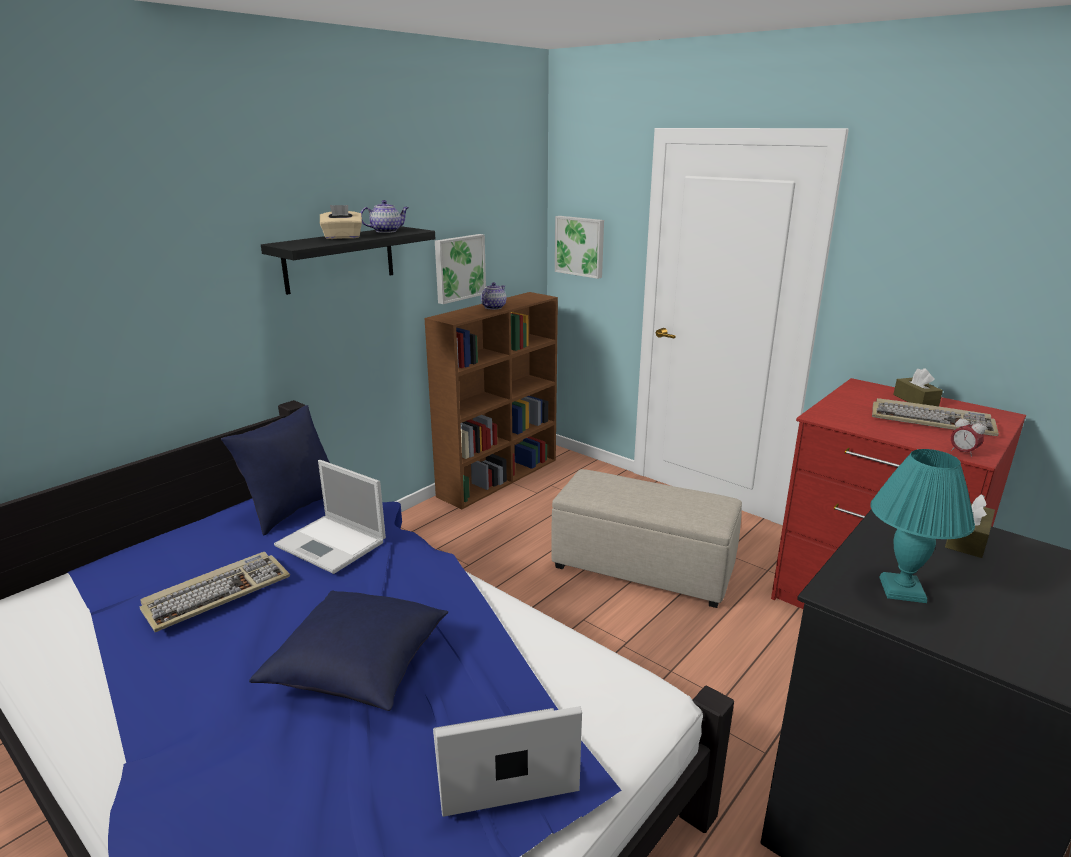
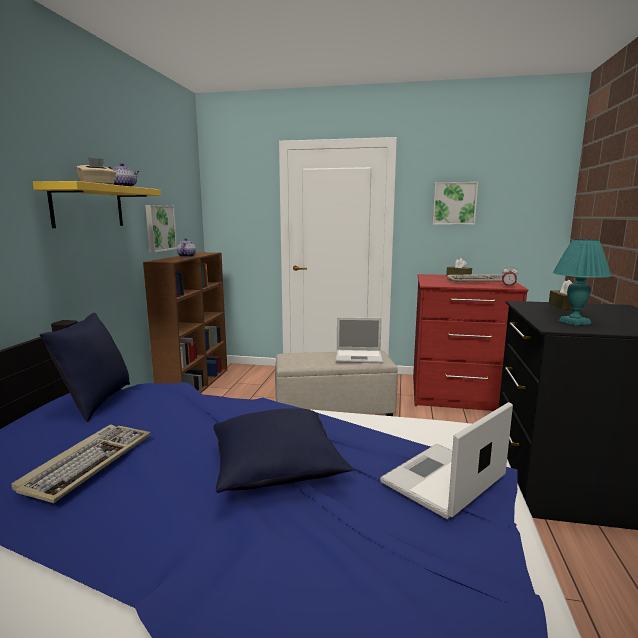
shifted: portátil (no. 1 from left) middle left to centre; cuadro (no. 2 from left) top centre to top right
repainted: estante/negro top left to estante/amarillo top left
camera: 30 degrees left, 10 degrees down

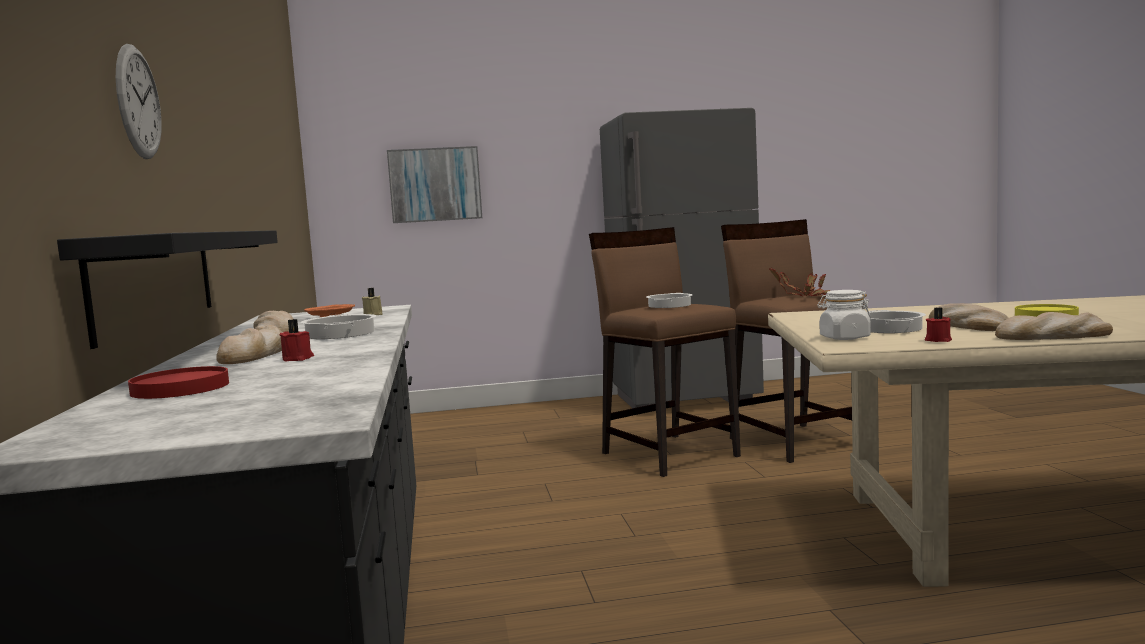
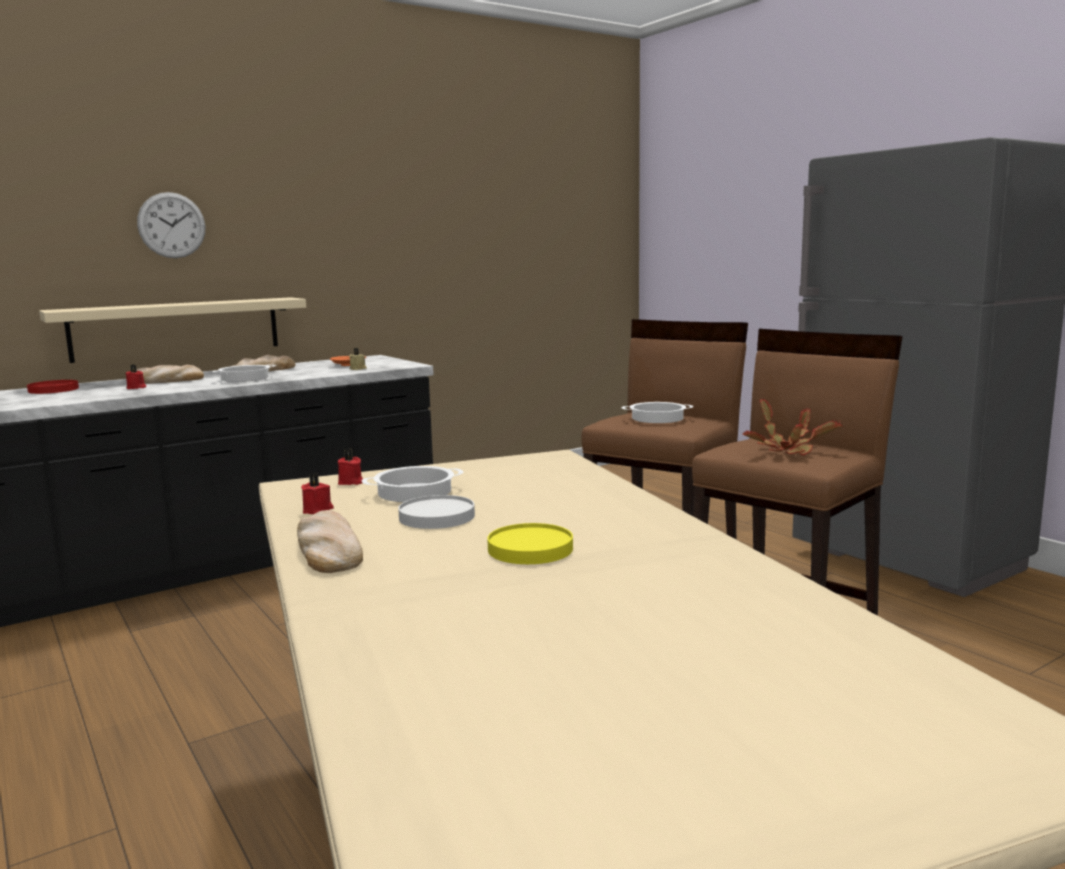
gone: cuadro top centre
swapped: tarro/blanco middle right to vela/rojo (no. 3 from left) middle left; pan (no. 3 from left) middle right to plato/blanco centre
repainted: estante/negro middle left to estante/beis middle left
camera: 65 degrees right, 5 degrees up

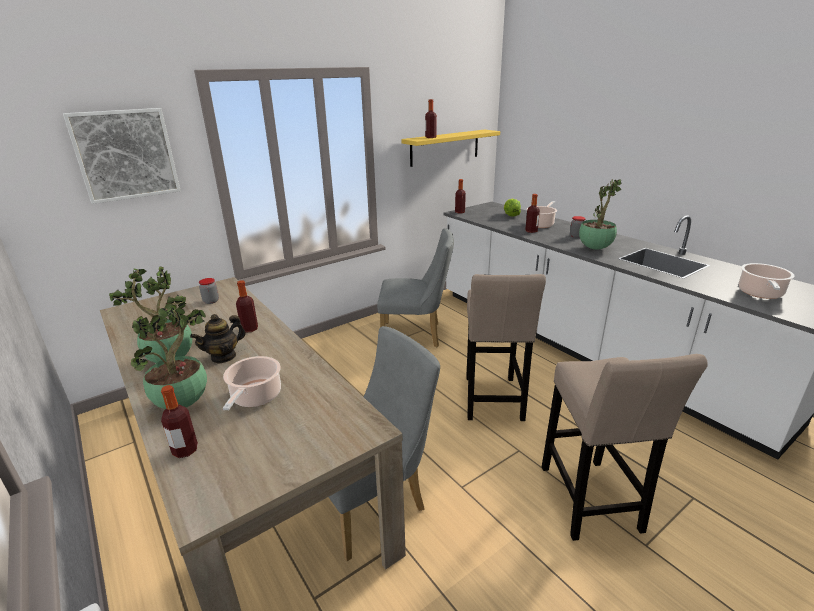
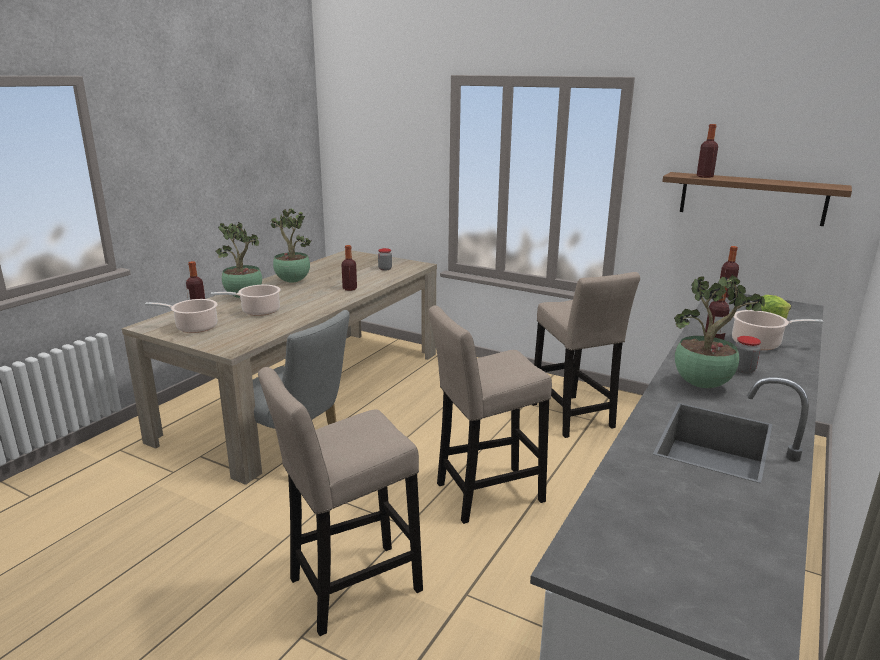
gone: cuadro top left; tetera middle left
shifted: olla (no. 3 from left in the first image) middle right to olla (no. 1 from left) middle left
swapped: silla/gris (no. 2 from left) centre to taburete/beis (no. 3 from left) centre
repainted: estante/amarillo top centre to estante/marrón top right
camera: 65 degrees right, 5 degrees down

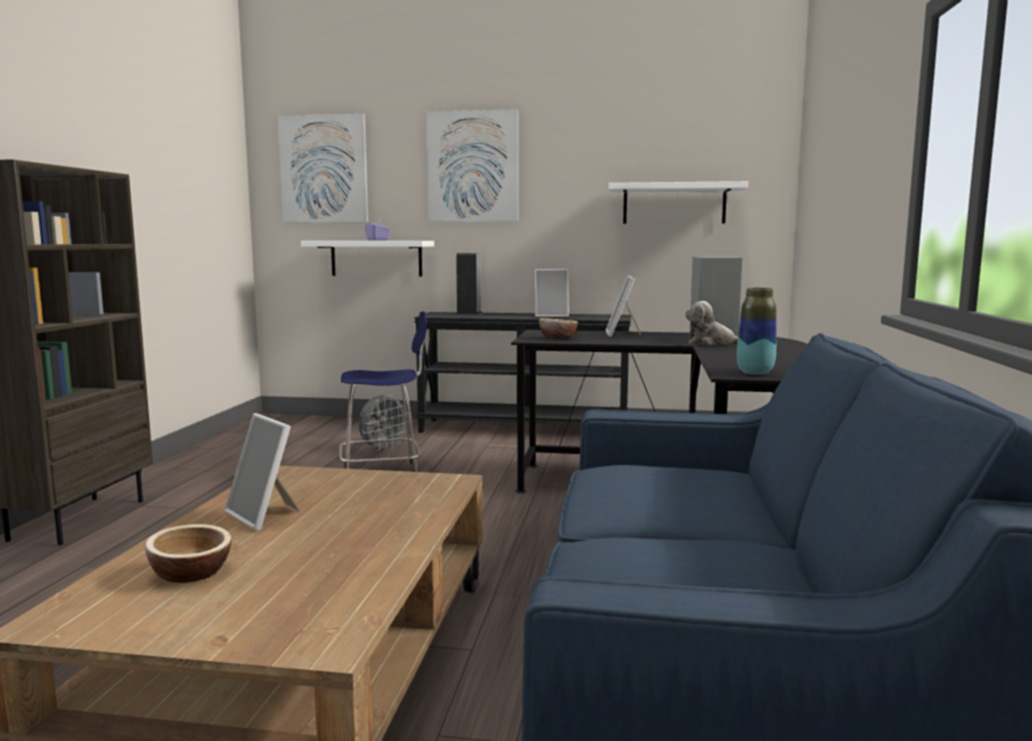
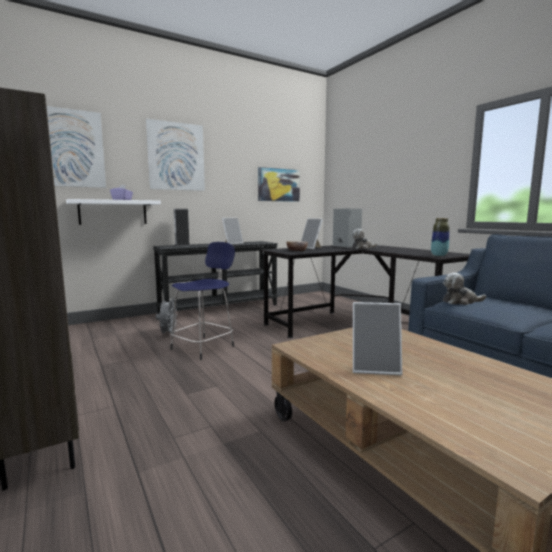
gone: cuenco (no. 1 from left) bottom left
new: peluche (no. 2 from left) middle right
swapped: estante/blanco (no. 2 from left) top centre to cuadro (no. 3 from left) centre
camera: 40 degrees left, 0 degrees up

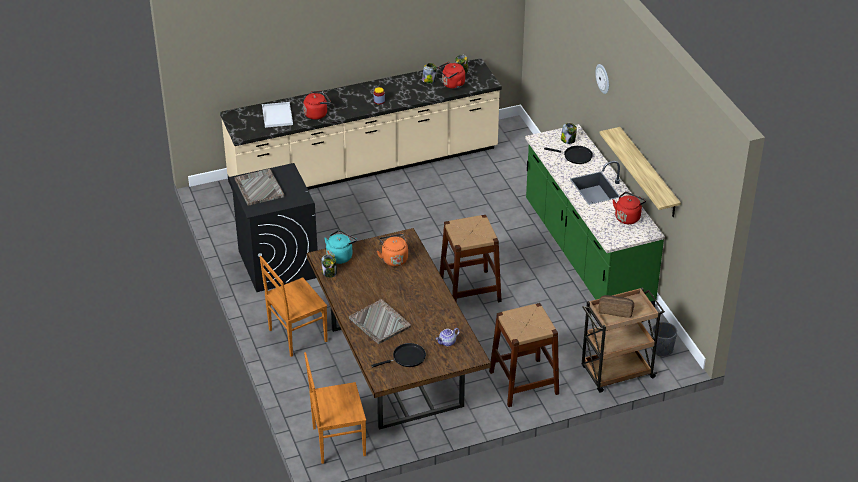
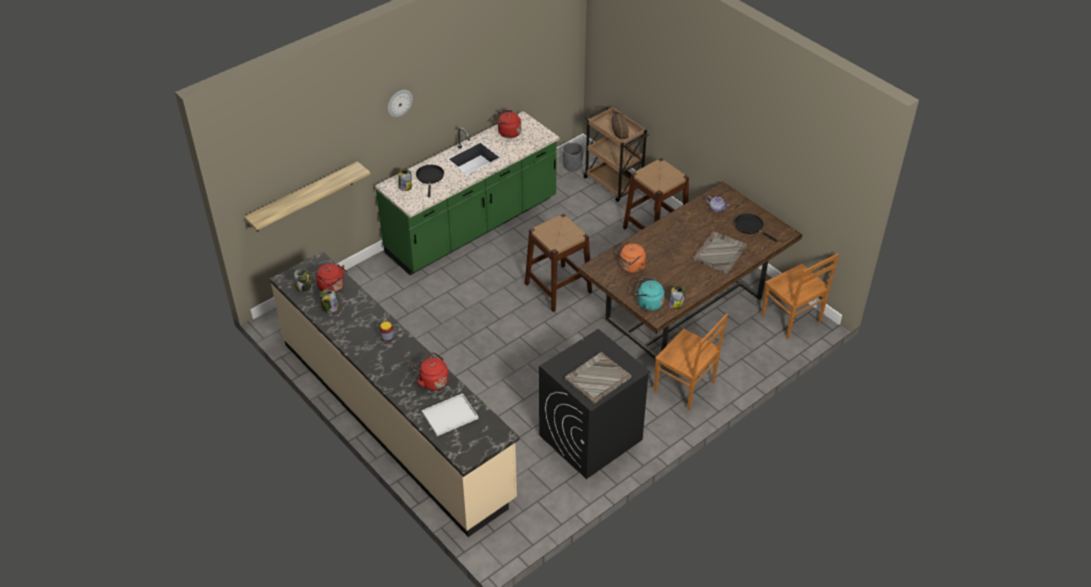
shifted: estante middle right to middle left
camera: 110 degrees left, 5 degrees up

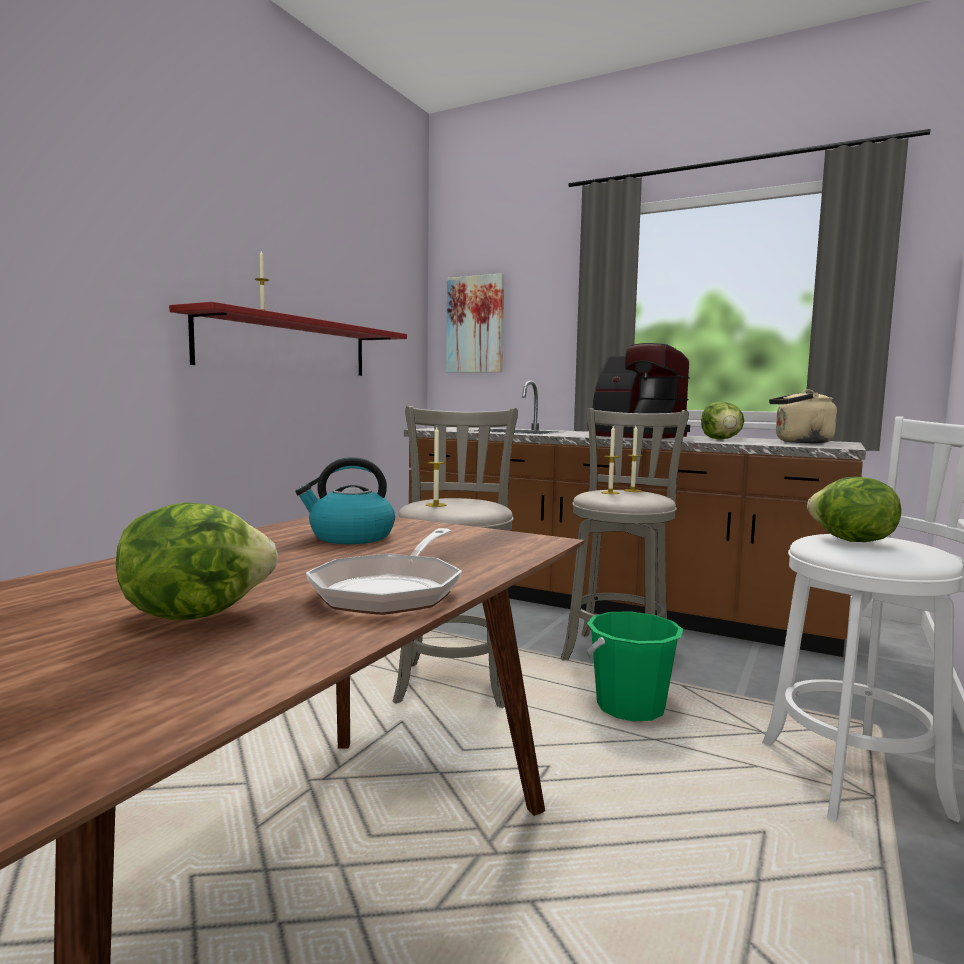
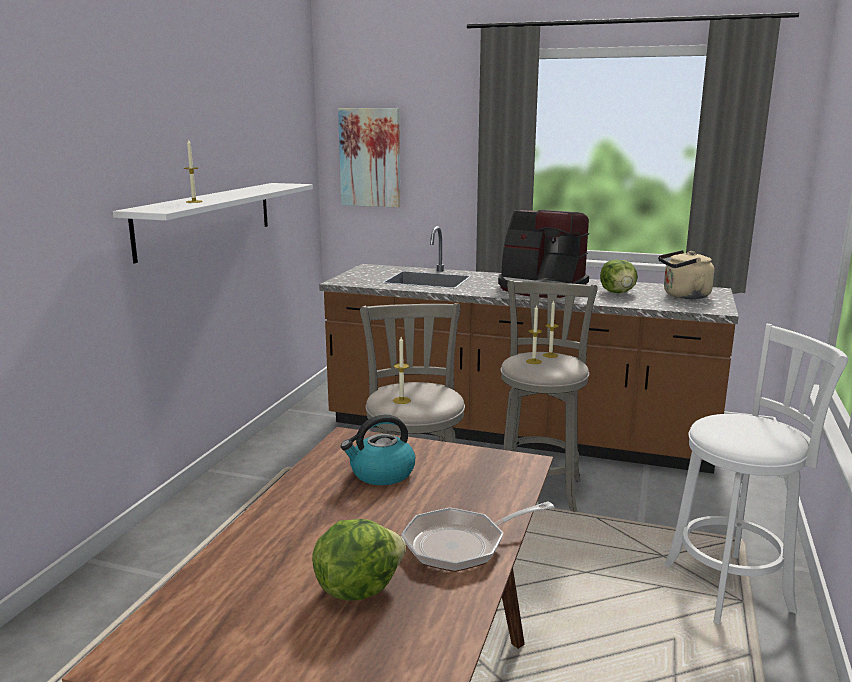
gone: cubo/verde bottom centre; lechuga (no. 3 from left) middle right
repainted: estante/rojo middle left to estante/blanco top left
rotated: sartén centre = bottom centre 60 degrees clockwise
camera: 10 degrees left, 10 degrees up

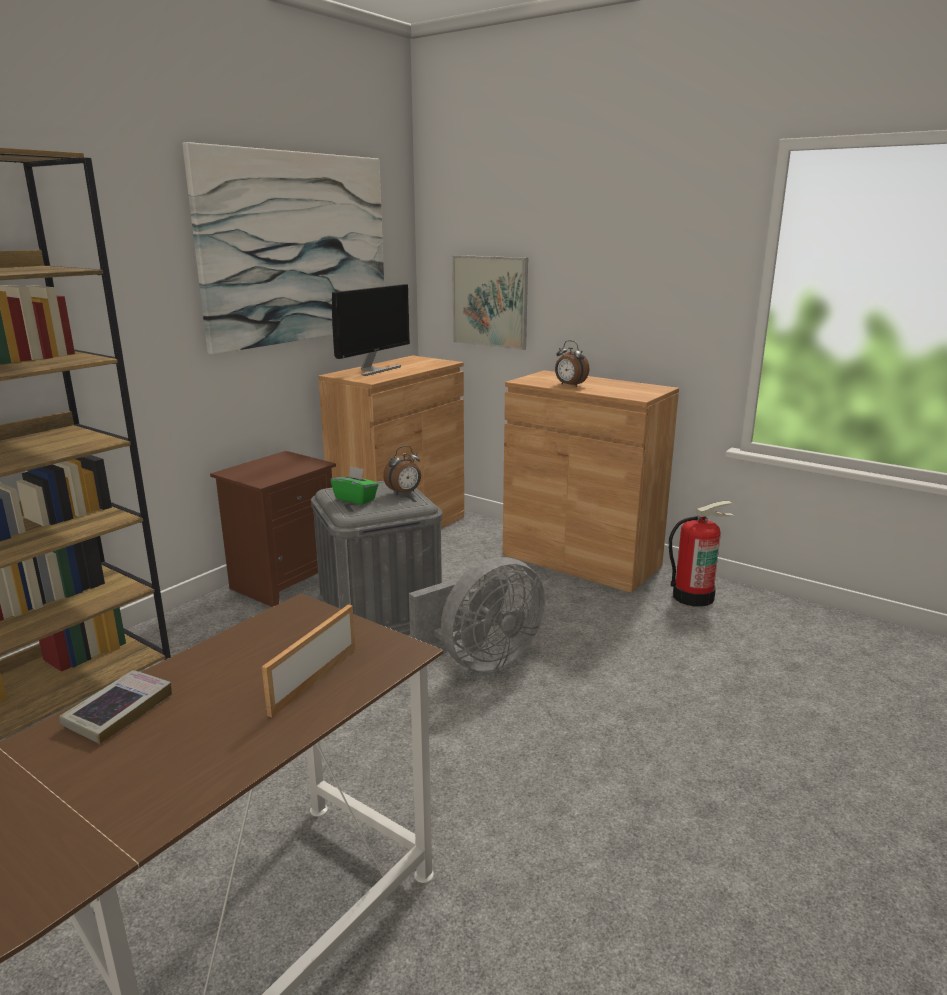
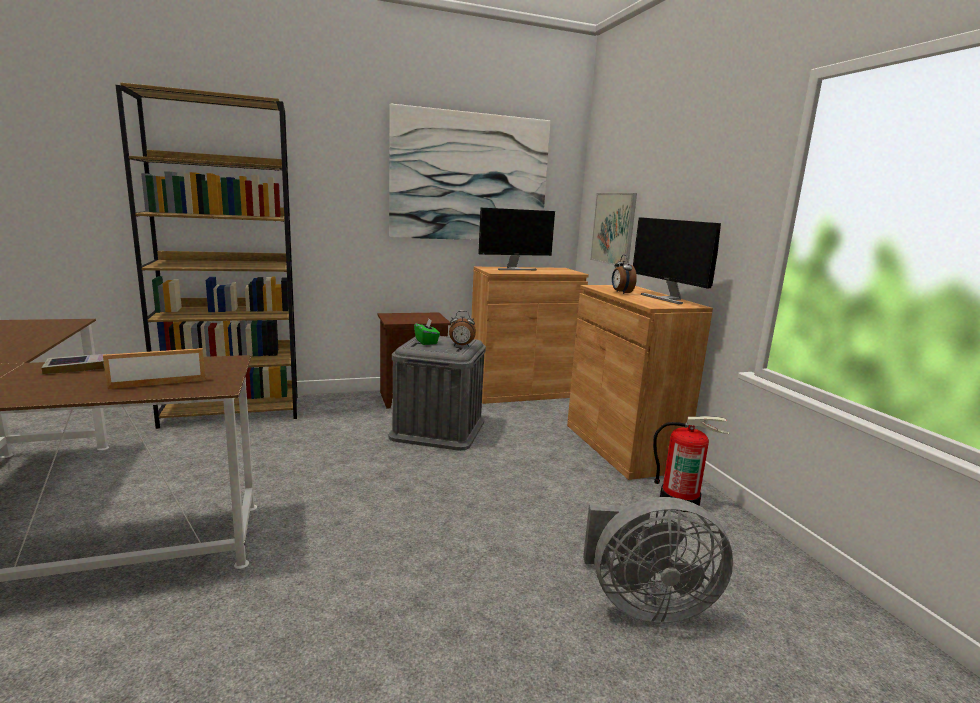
new: monitor (no. 2 from left) middle right
shifted: ventilador/gris centre to bottom right
camera: 35 degrees right, 5 degrees down

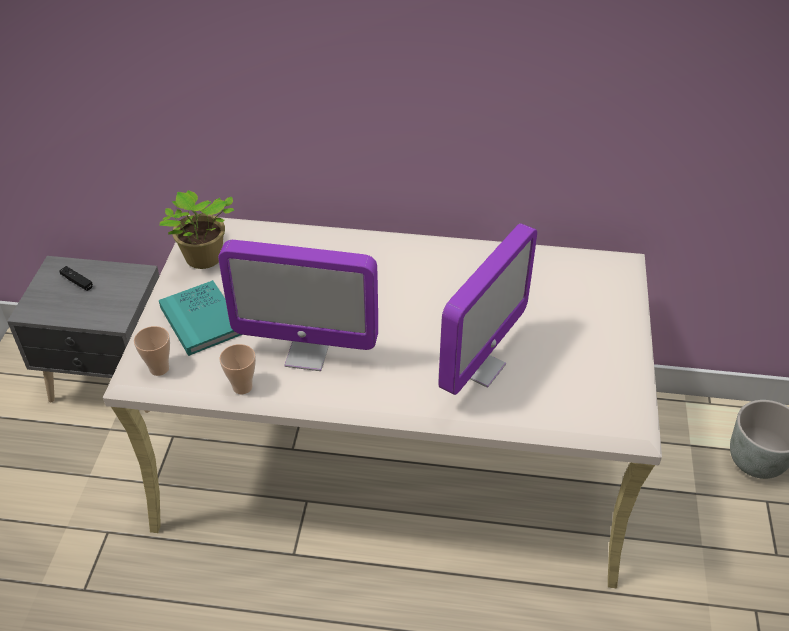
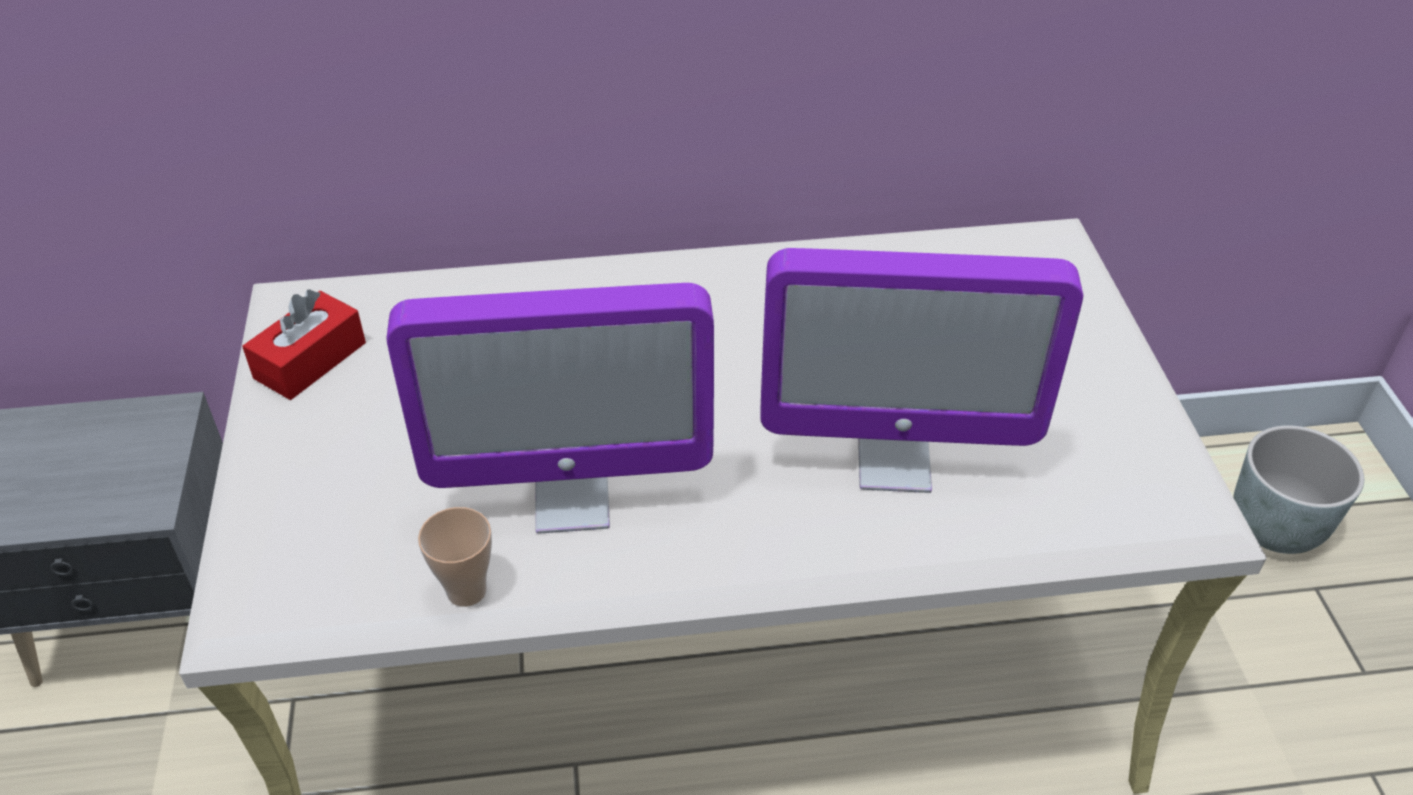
gone: mando de consola/negro middle left; taza (no. 1 from left) middle left; libro/turquesa middle left
swapped: planta en maceta middle left to caja de pañuelos/rojo middle left
rotated: monitor (no. 2 from left) centre = centre 75 degrees clockwise
camera: 15 degrees left, 0 degrees up

